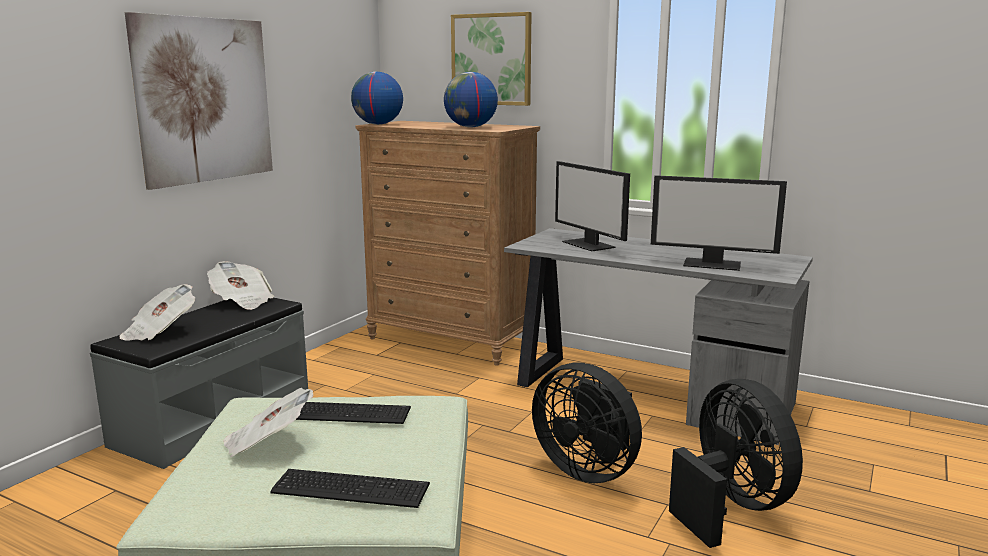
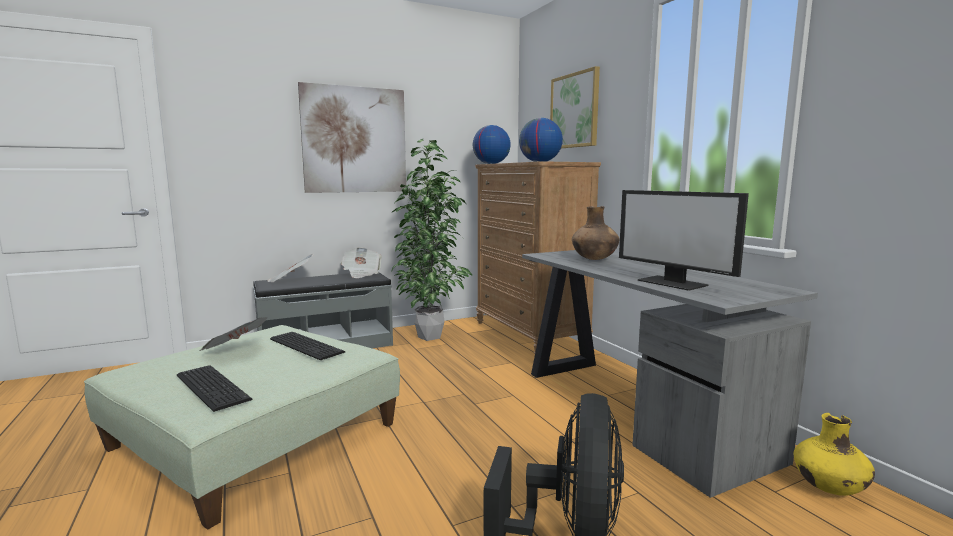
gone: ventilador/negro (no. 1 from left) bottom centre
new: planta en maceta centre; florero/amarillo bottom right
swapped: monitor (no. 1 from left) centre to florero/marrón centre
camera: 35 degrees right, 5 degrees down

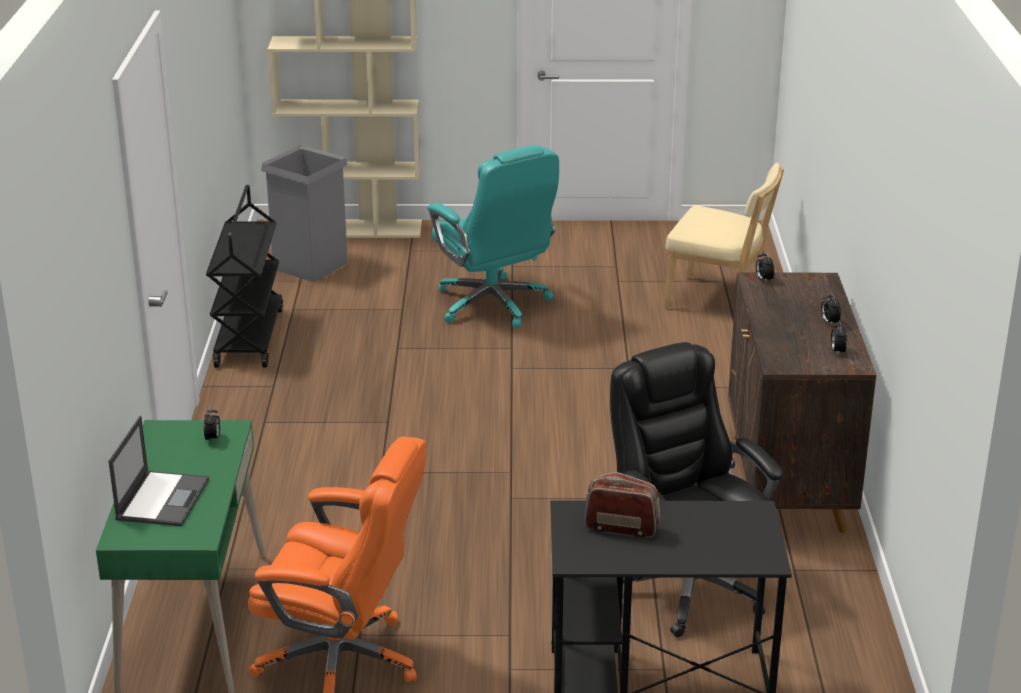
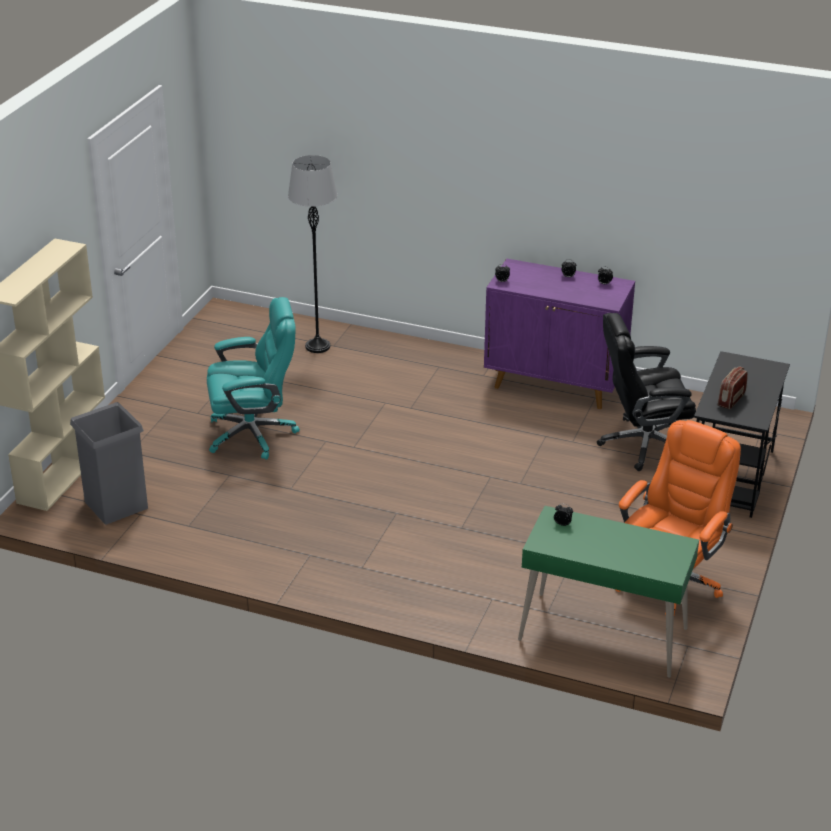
gone: portátil bottom left; carrito/negro middle left
swapped: silla/beis middle right to lámpara de pie/gris top centre
repainted: armario/marrón middle right to armario/morado middle right
camera: 70 degrees left, 5 degrees up

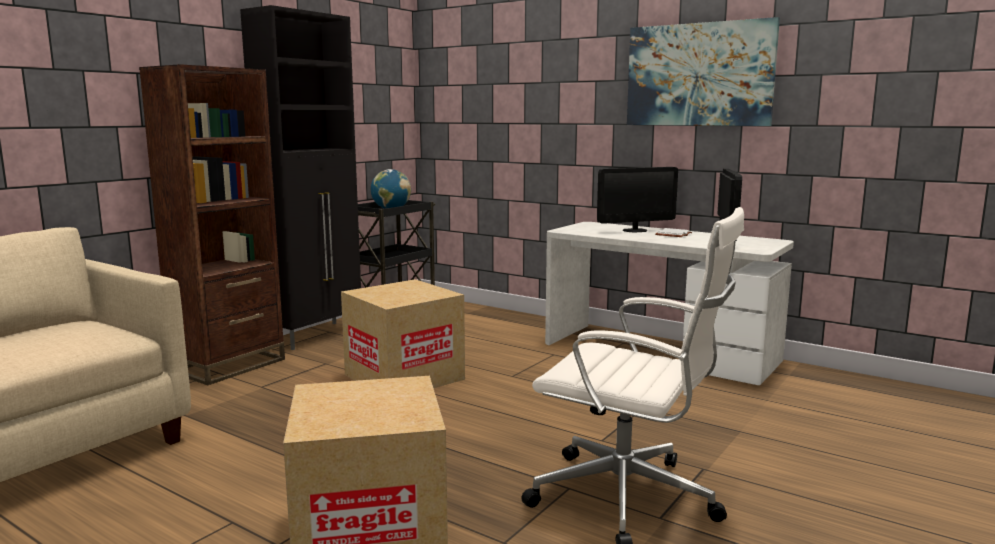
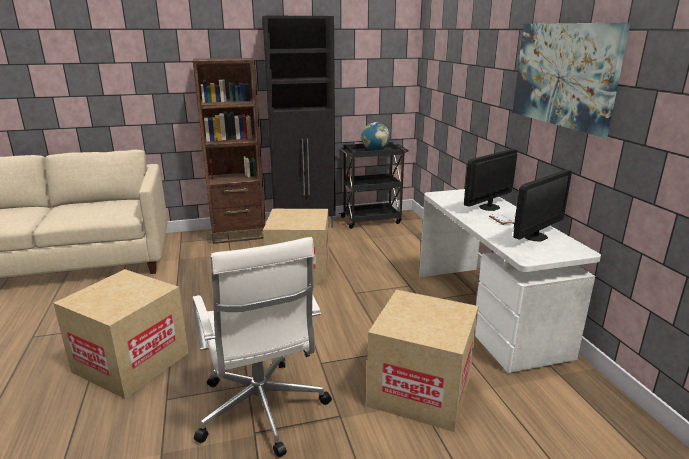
new: caja de cartón (no. 3 from left) bottom centre
rotated: monitor (no. 1 from left) centre = middle right 120 degrees clockwise
camera: 40 degrees right, 10 degrees up

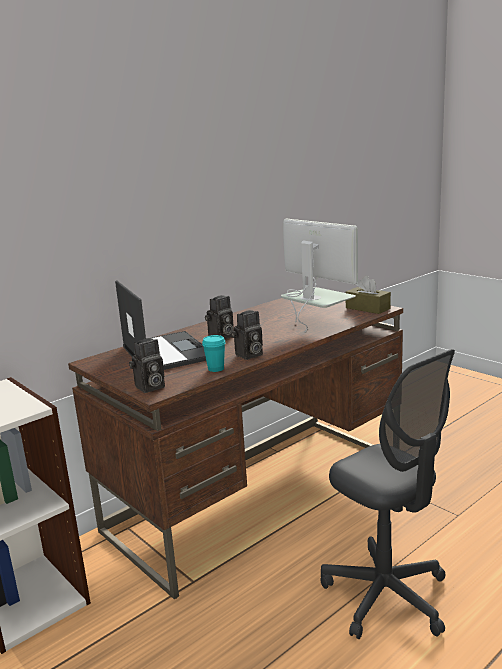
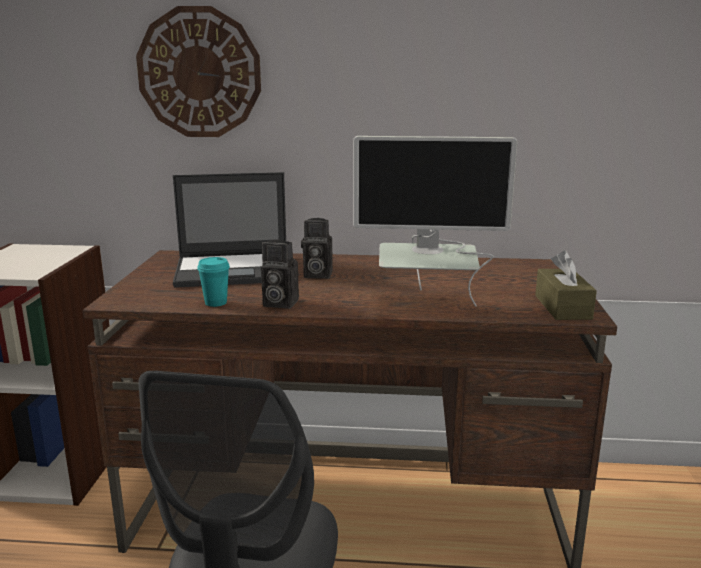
gone: cámara (no. 1 from left) middle left
new: reloj de pared top left
rotated: portátil middle left = middle left 60 degrees clockwise; monitor centre = centre 90 degrees clockwise
camera: 45 degrees right, 0 degrees up

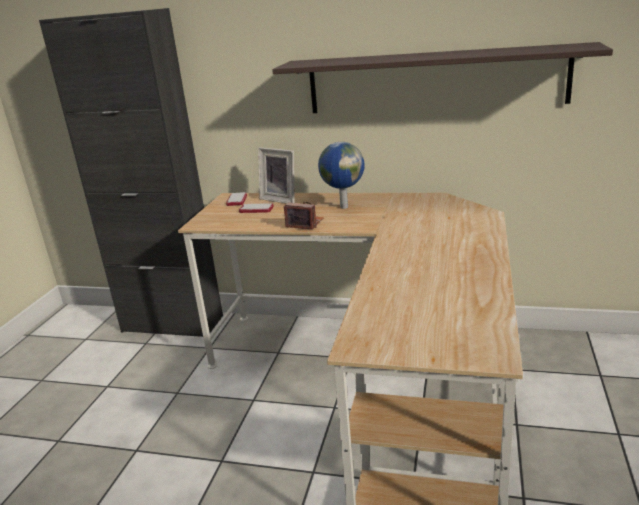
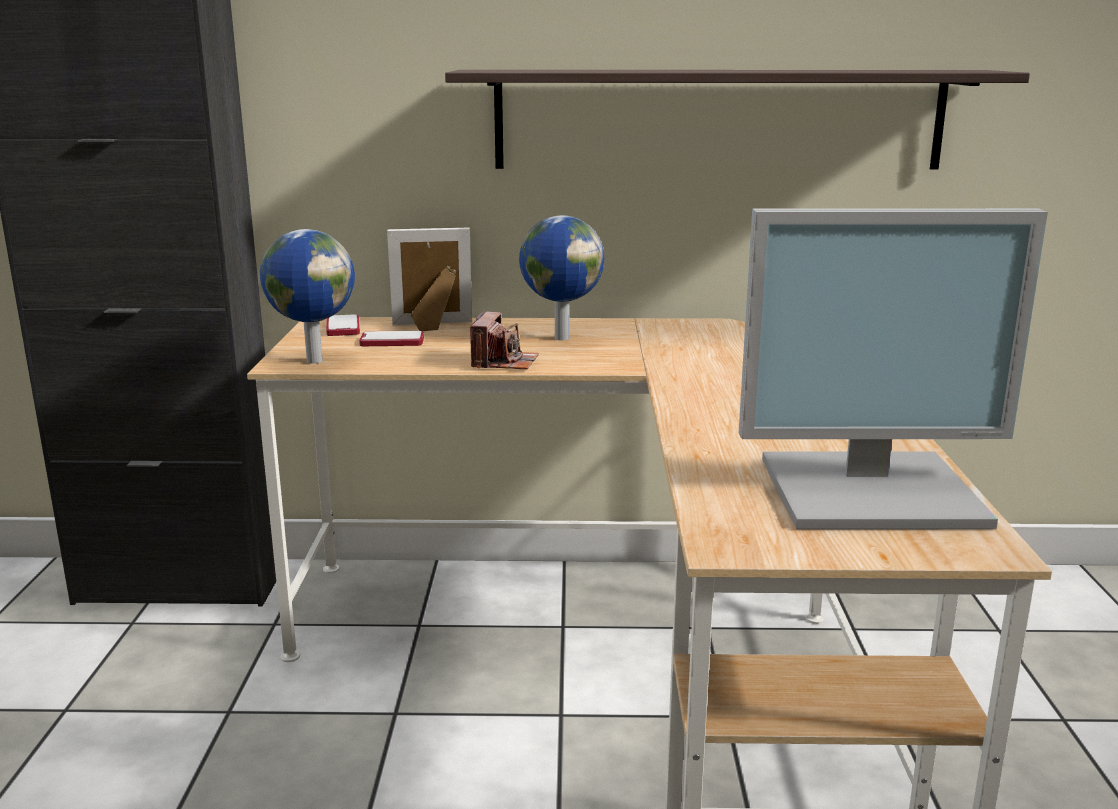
new: globo terráqueo (no. 1 from left) middle left; monitor middle right
rotated: portarretratos centre = centre 150 degrees clockwise; cámara centre = centre 90 degrees clockwise
camera: 15 degrees left, 5 degrees down

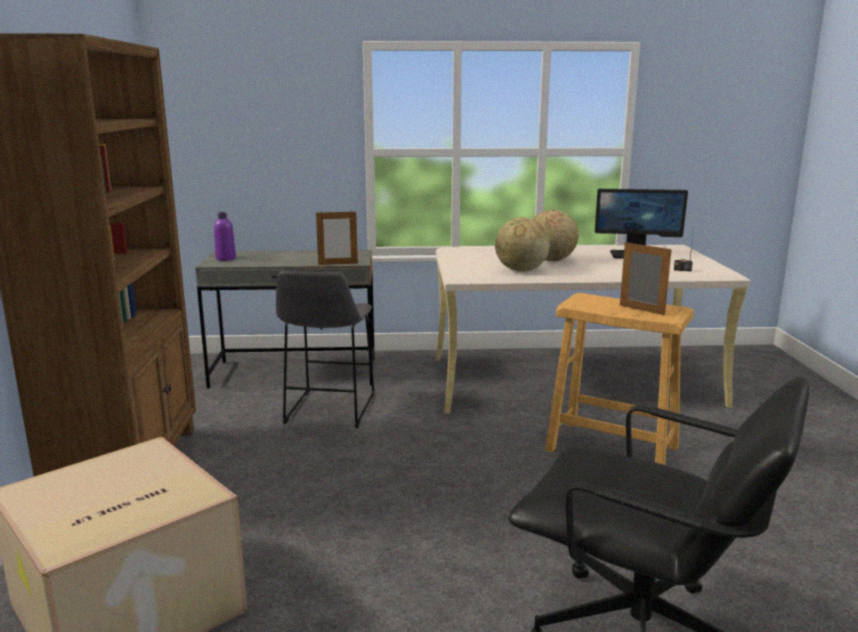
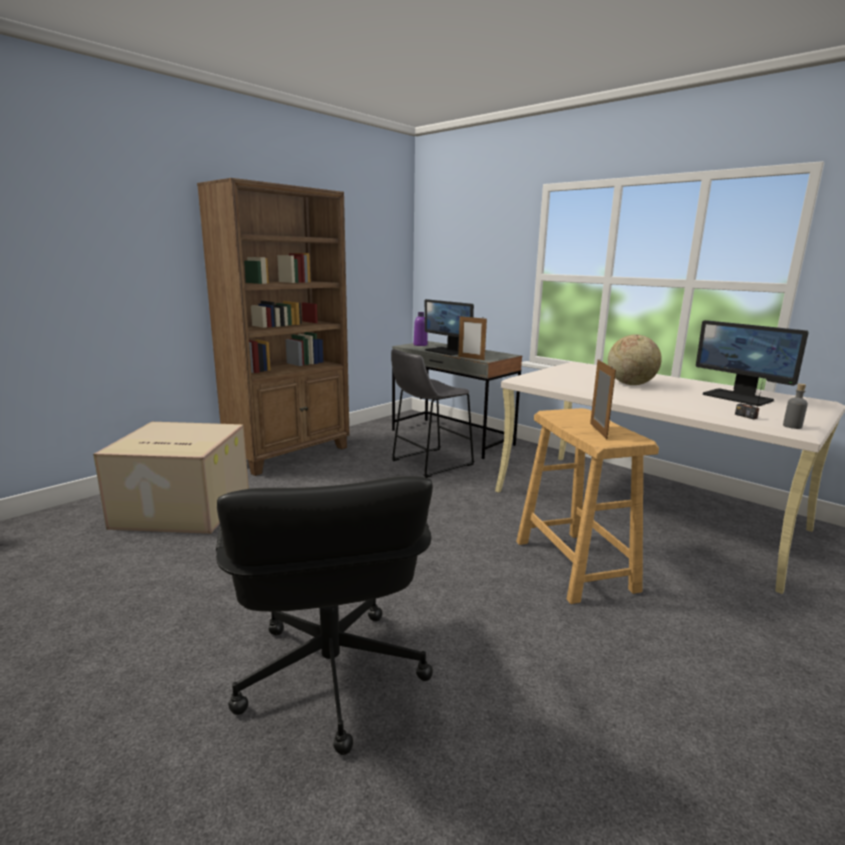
gone: globo terráqueo (no. 1 from left) centre
new: monitor (no. 1 from left) centre; botella/gris middle right
camera: 45 degrees right, 0 degrees up

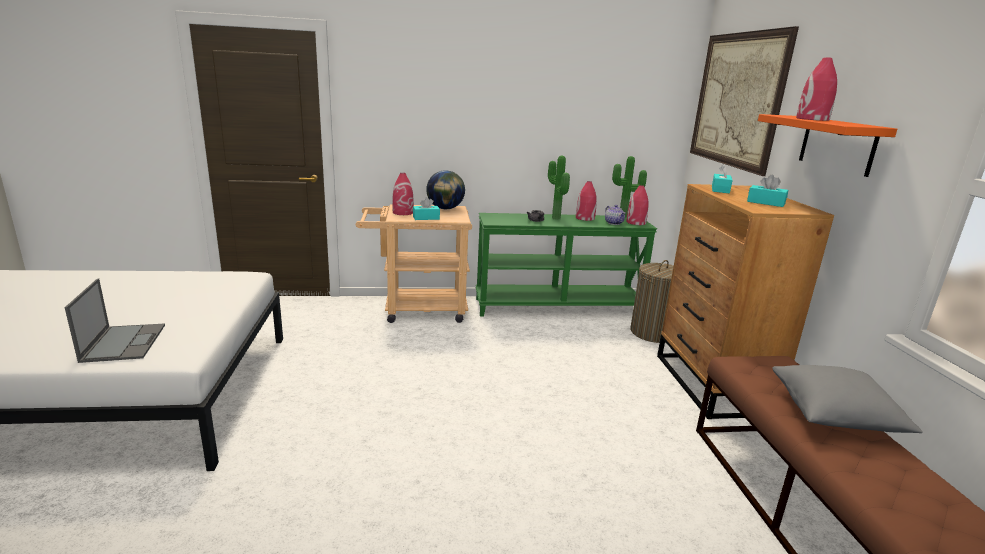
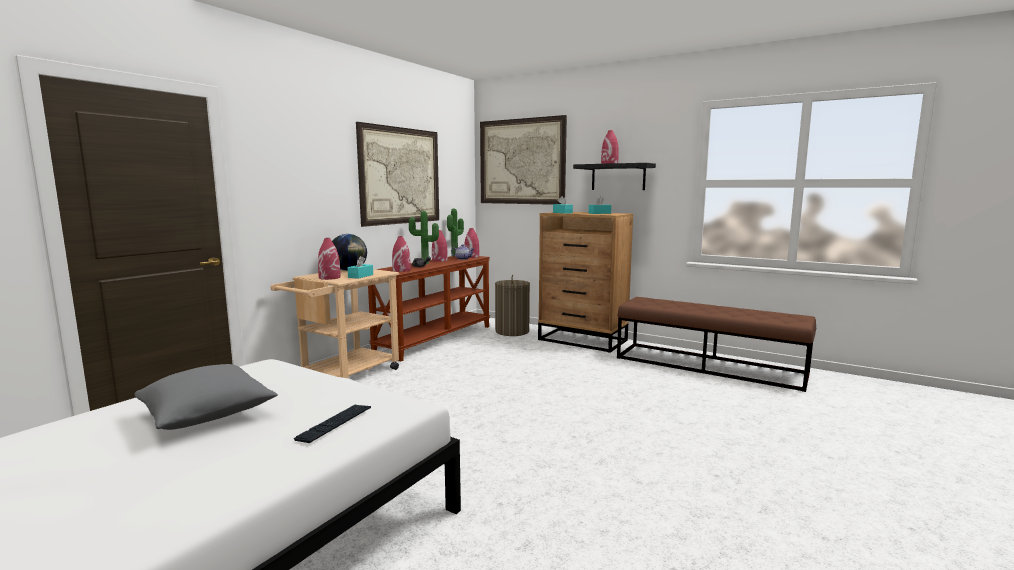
new: cuadro (no. 1 from left) top centre; florero/rojo (no. 2 from left) centre
shifted: cojín/gris bottom right to bottom left
swapped: portátil middle left to teclado bottom left
repainted: mesa consola/verde centre to mesa consola/marrón centre; estante/naranja top right to estante/negro top centre
camera: 50 degrees left, 10 degrees down

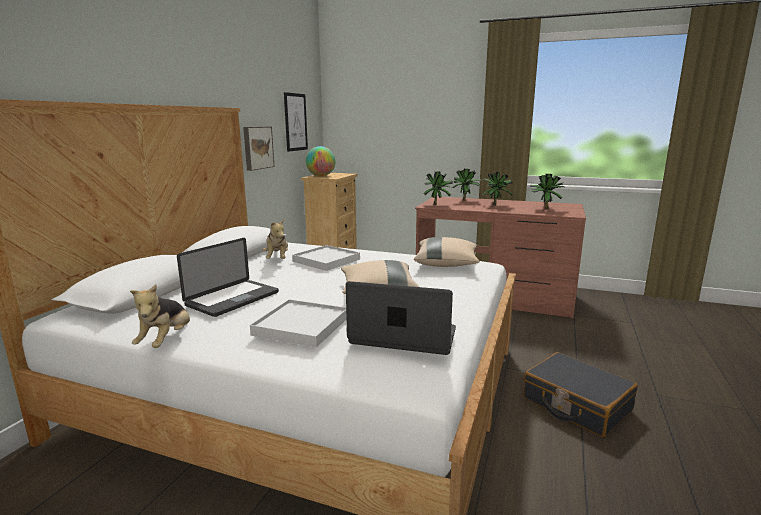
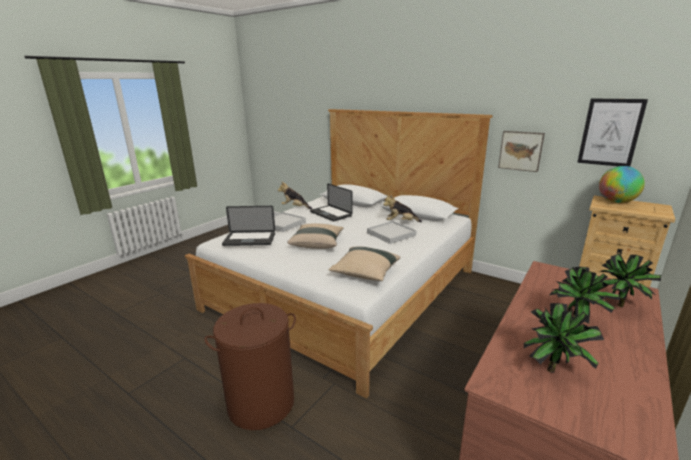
gone: planta en maceta (no. 1 from left) centre
swapped: maleta/negro bottom right to cesto de la ropa/marrón bottom centre
rotated: portátil (no. 2 from left in the first image) centre = centre 60 degrees clockwise
camera: 105 degrees right, 5 degrees up

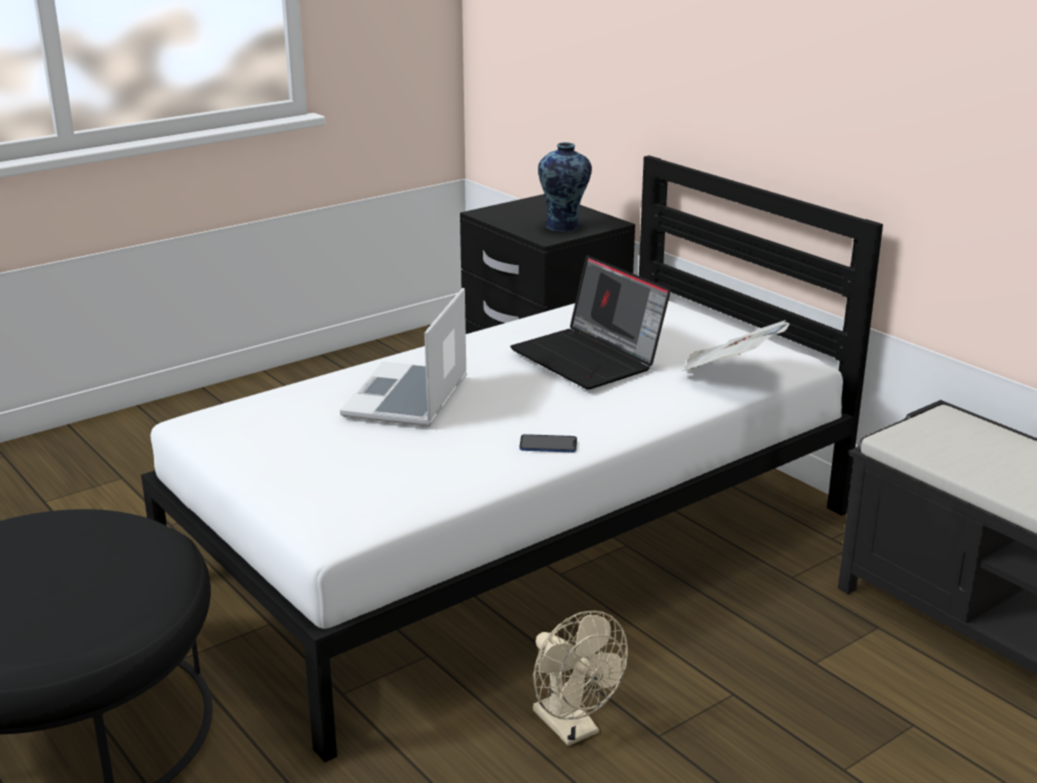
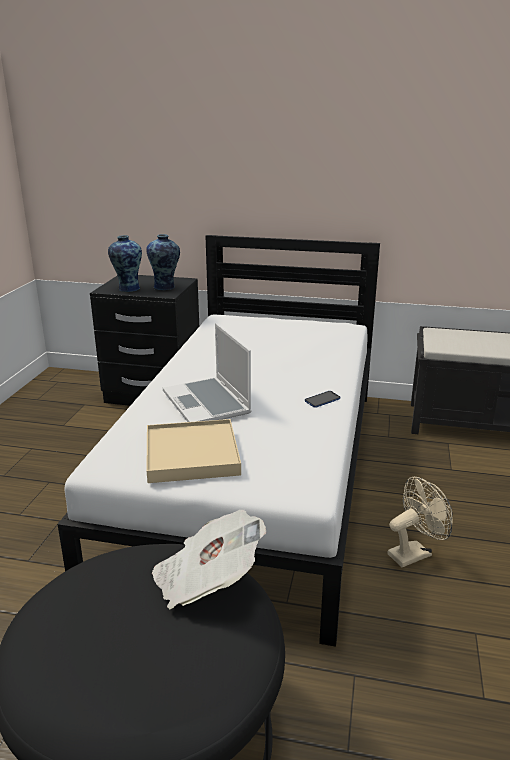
gone: portátil (no. 2 from left) centre
new: florero (no. 1 from left) middle left; bandeja/beis centre
shifted: periódico middle right to bottom centre
rotated: ventilador/beis bottom centre = bottom right 45 degrees counterclockwise
camera: 40 degrees left, 0 degrees up

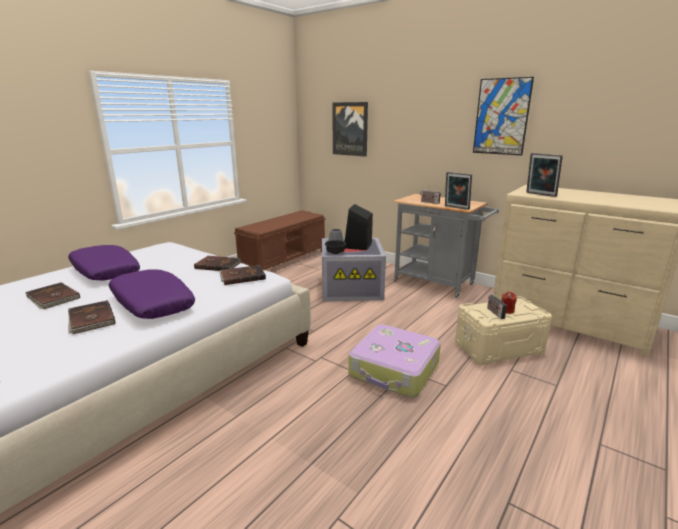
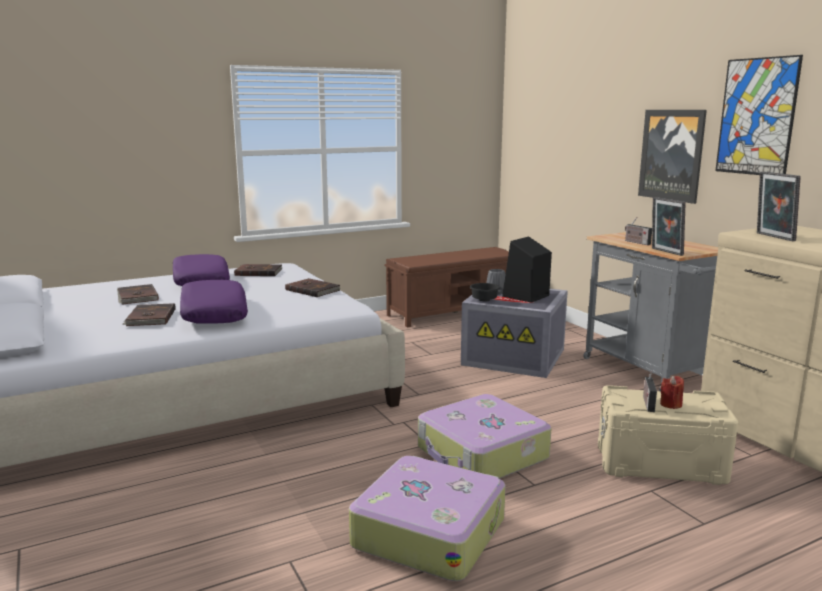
new: maleta (no. 1 from left) bottom centre
shifted: libro/marrón (no. 4 from left in the first image) centre to libro/marrón (no. 3 from left) middle left; cuadro (no. 1 from left) top centre to top right
camera: 25 degrees right, 5 degrees down

